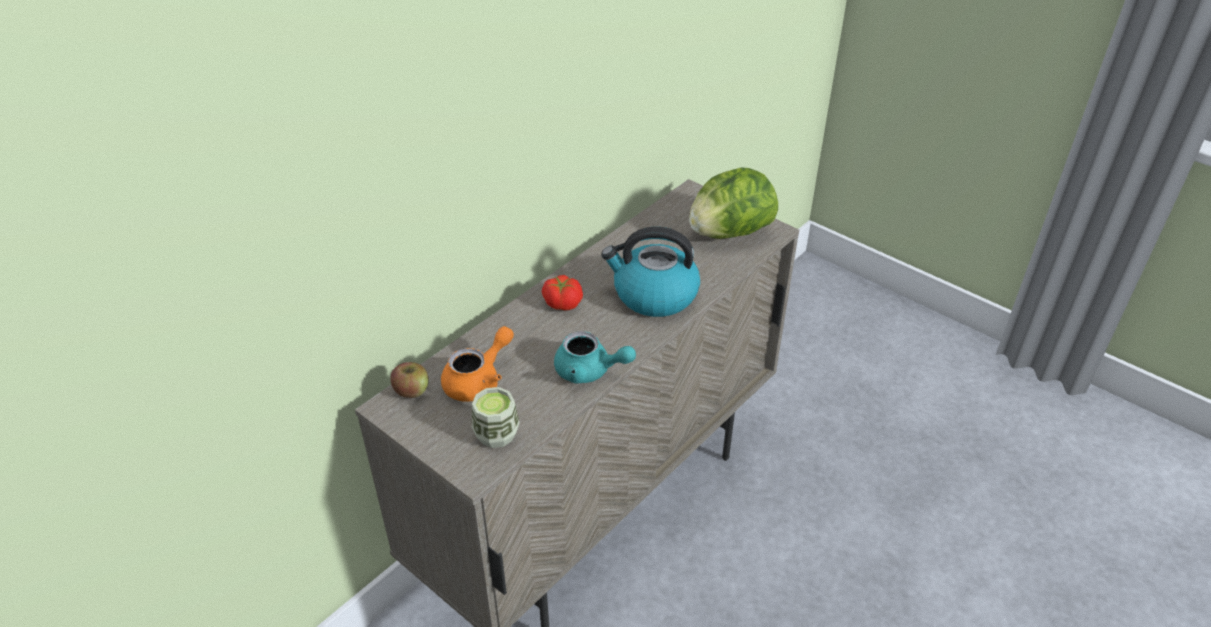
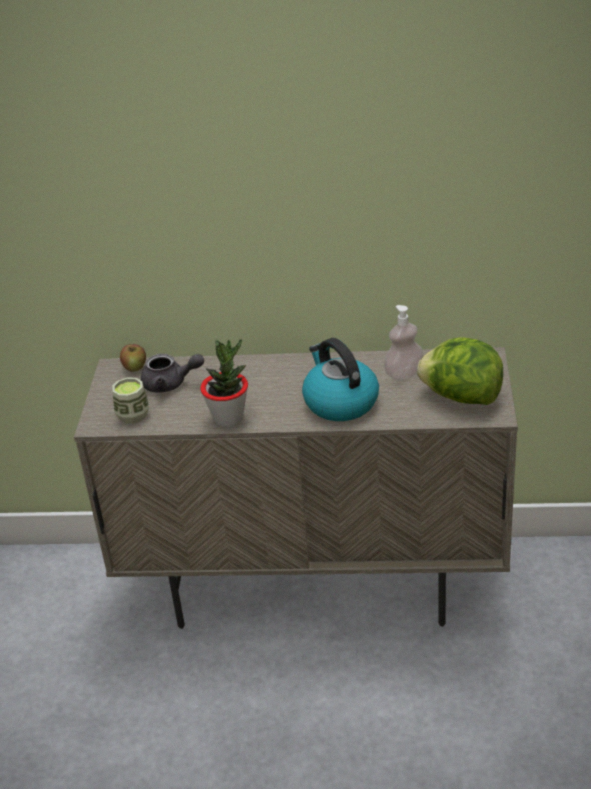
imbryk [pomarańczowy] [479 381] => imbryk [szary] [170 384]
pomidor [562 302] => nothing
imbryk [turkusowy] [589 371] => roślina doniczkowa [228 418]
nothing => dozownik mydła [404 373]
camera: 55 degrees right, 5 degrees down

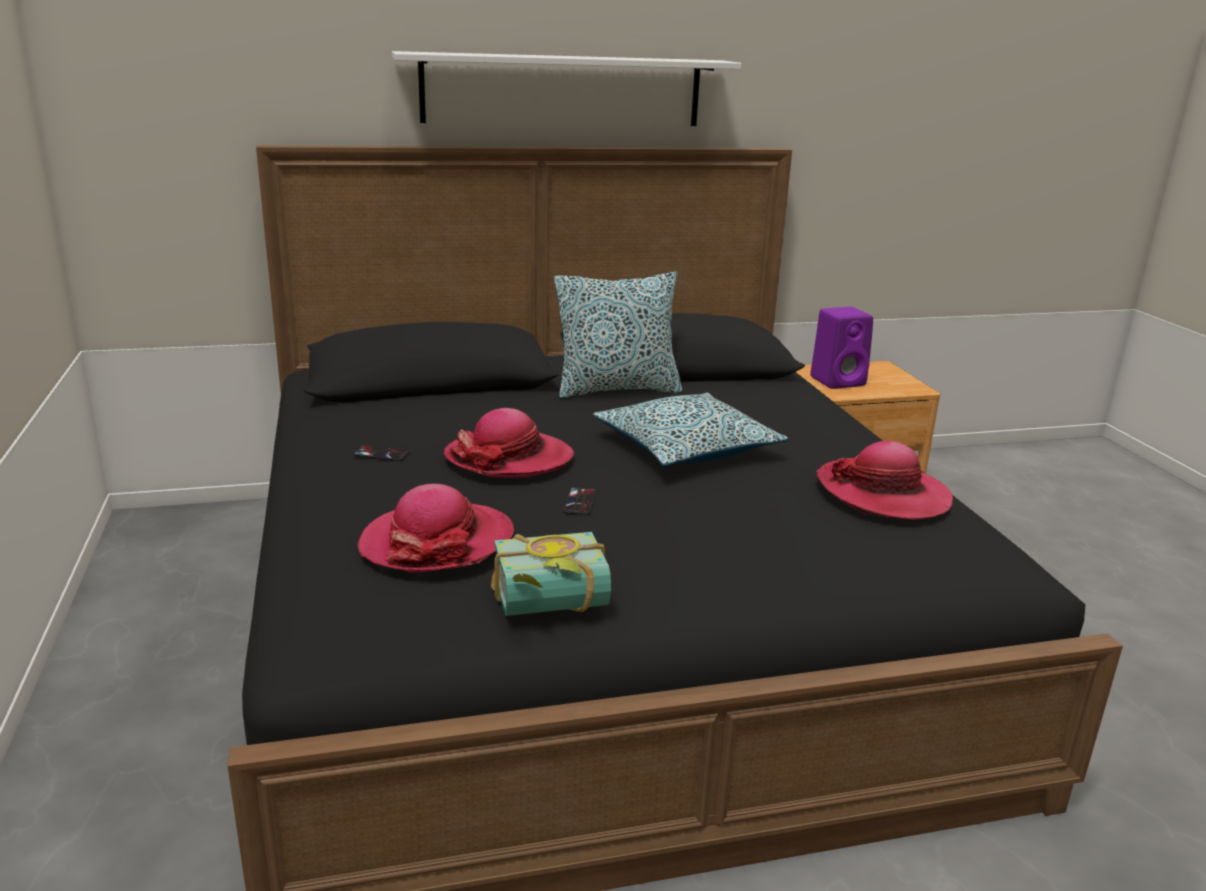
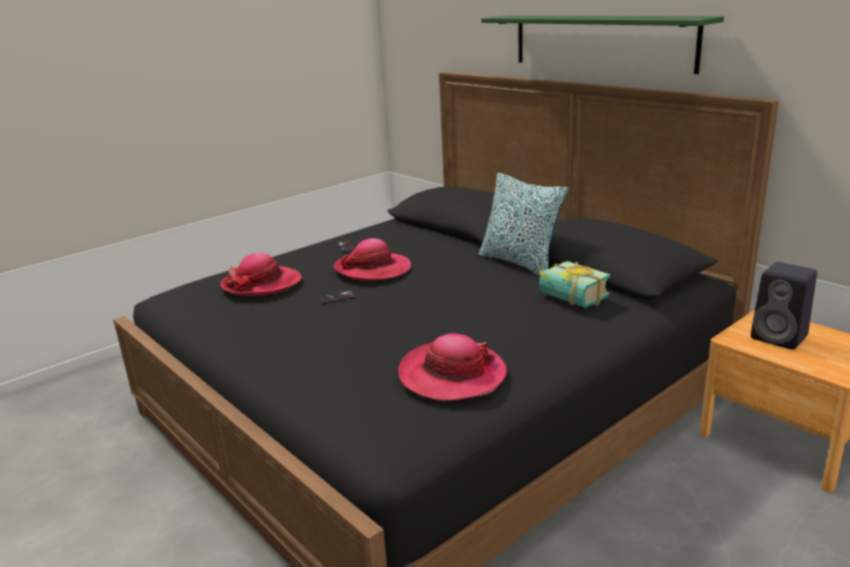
półka [biały] [563 90] => półka [zielony] [600 41]
książka [552 606] => książka [569 300], shifted
poduszka [686 448] => nothing
głośnik [fioletowy] [839 381] => głośnik [czarny] [781 337]
camera: 65 degrees right, 0 degrees up

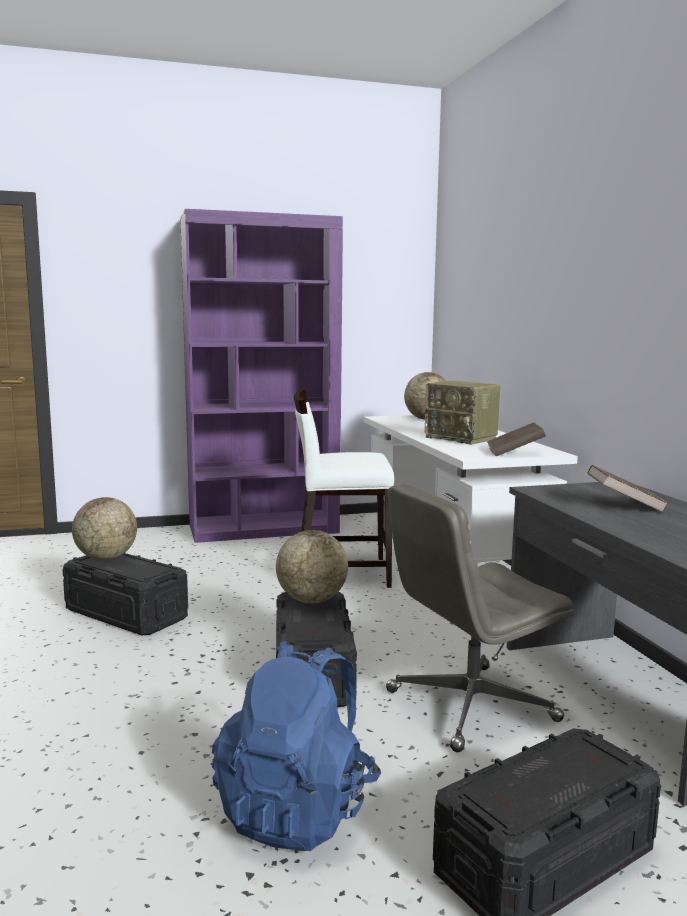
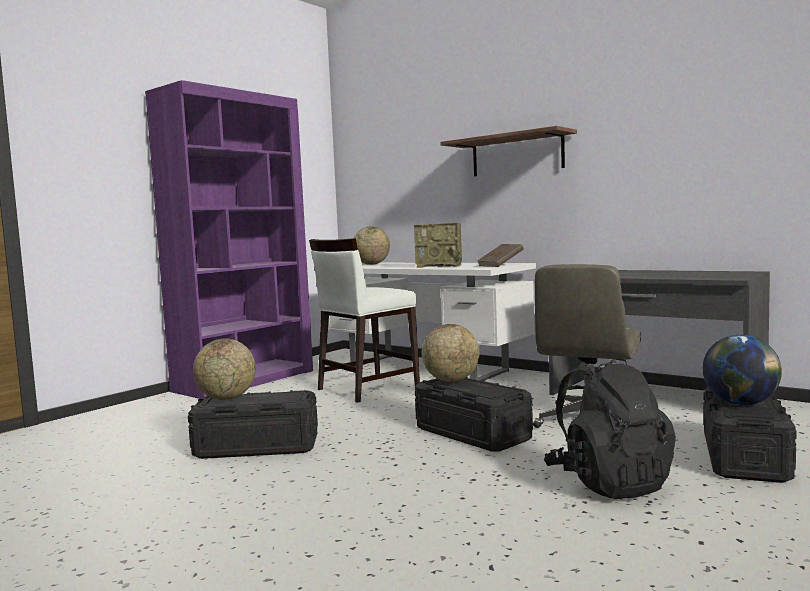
plecak [niebieski] [298 809] => plecak [czarny] [608 483]
książka [brązowy] [624 505] => nothing
nothing => półka [517 155]
nothing => globus [741 403]
camera: 35 degrees left, 5 degrees down

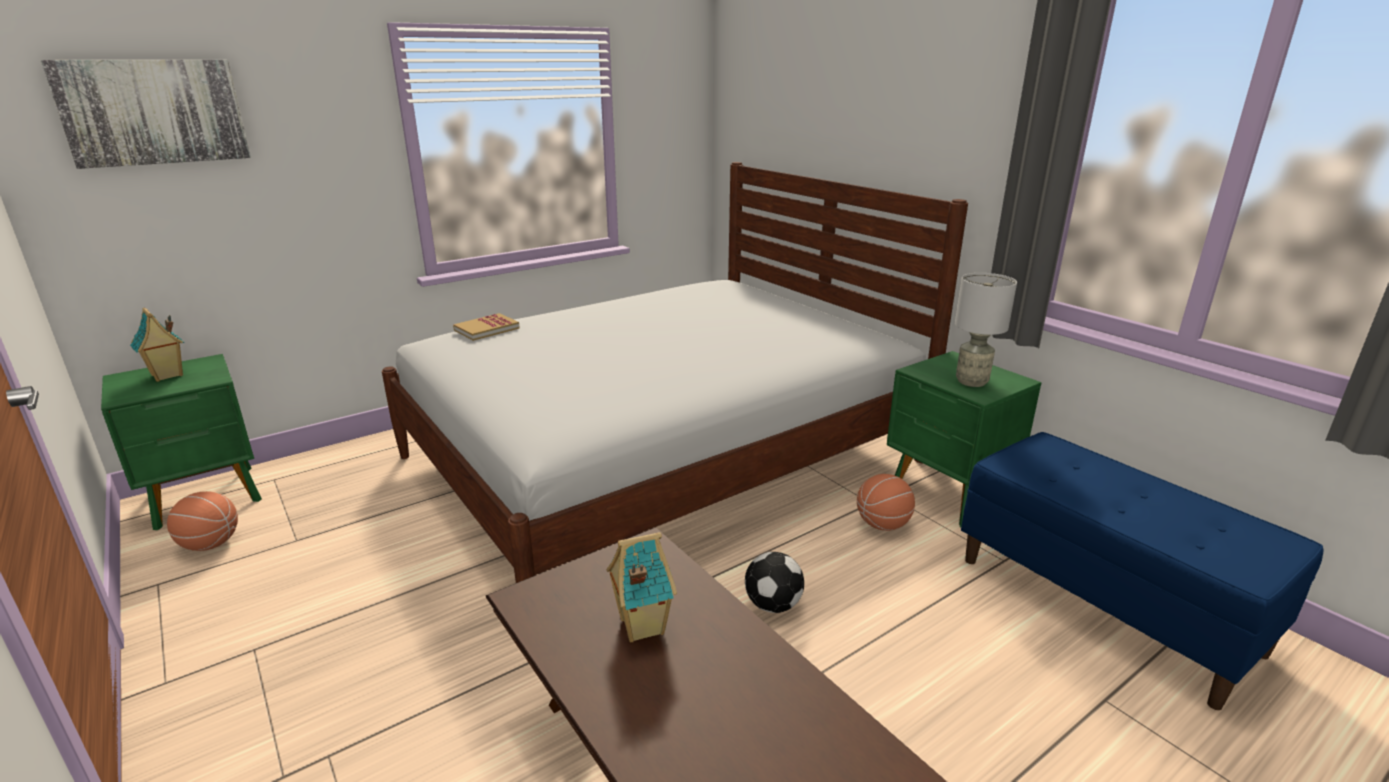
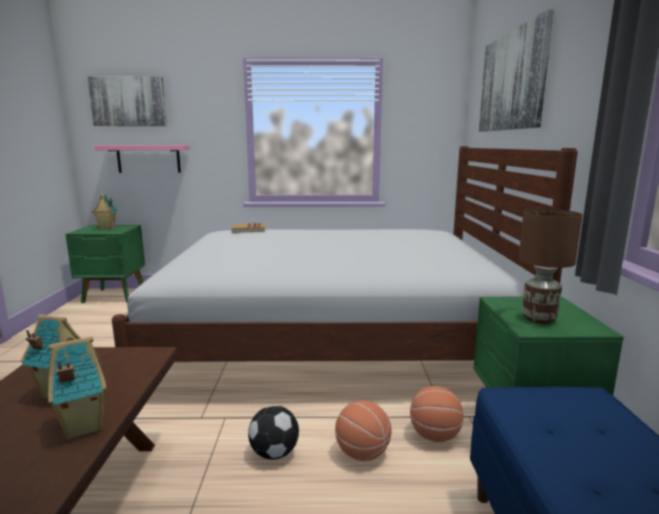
piłka do koszykówki [210 544] => piłka do koszykówki [362 453], shifted
lampa stołowa [szary] [972 382] => lampa stołowa [brązowy] [539 319]
nothing => domek [82 426]
nothing => półka [różowy] [148 158]
nothing => obraz [512 81]
camera: 35 degrees right, 10 degrees down

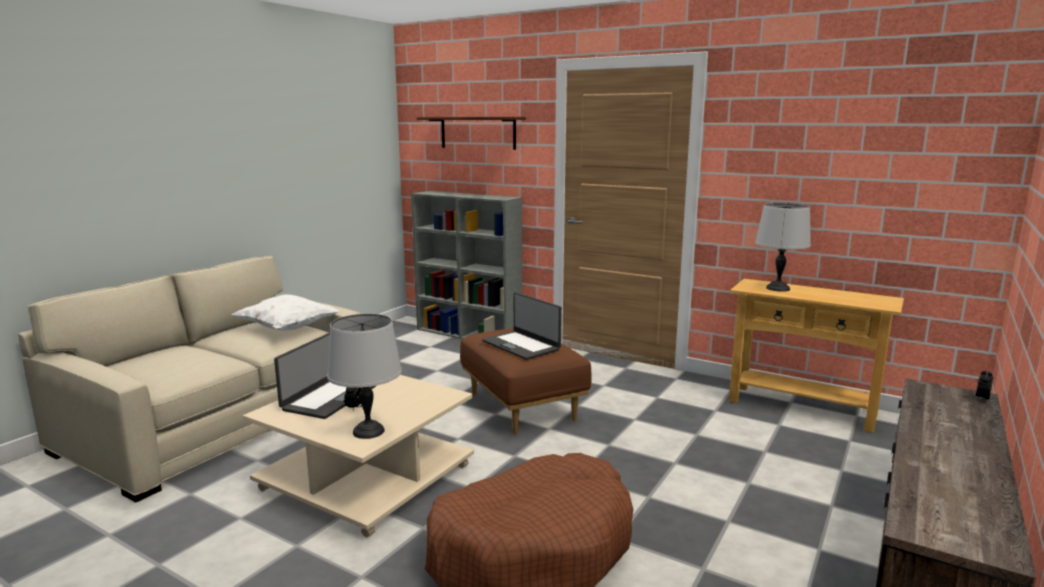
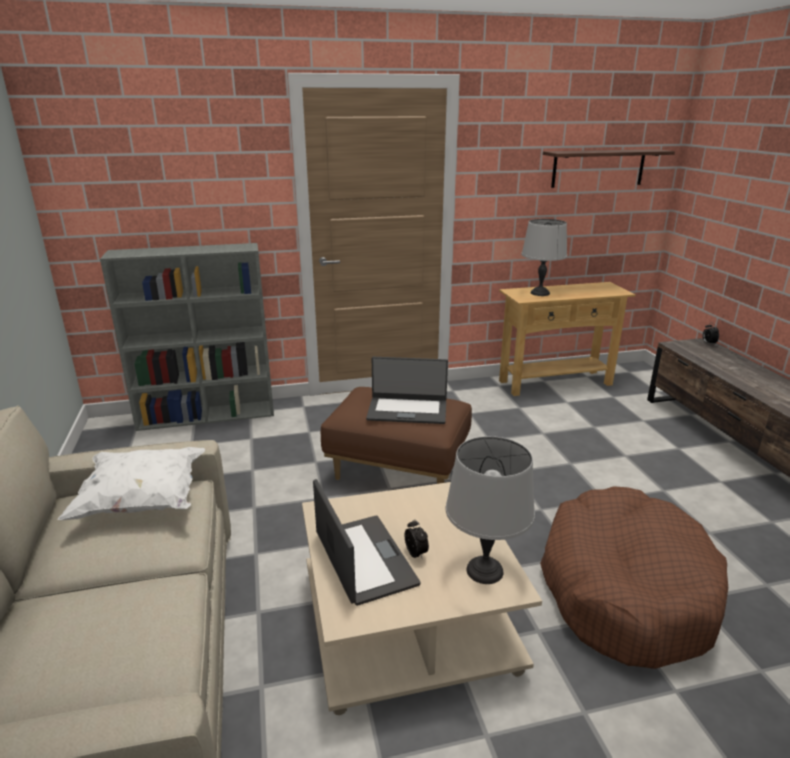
półka [477 132] => półka [598 168], shifted
camera: 45 degrees left, 10 degrees up

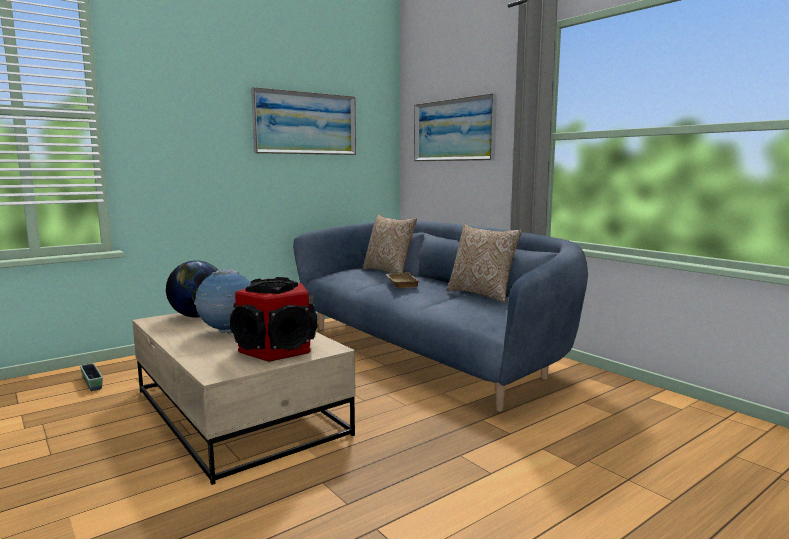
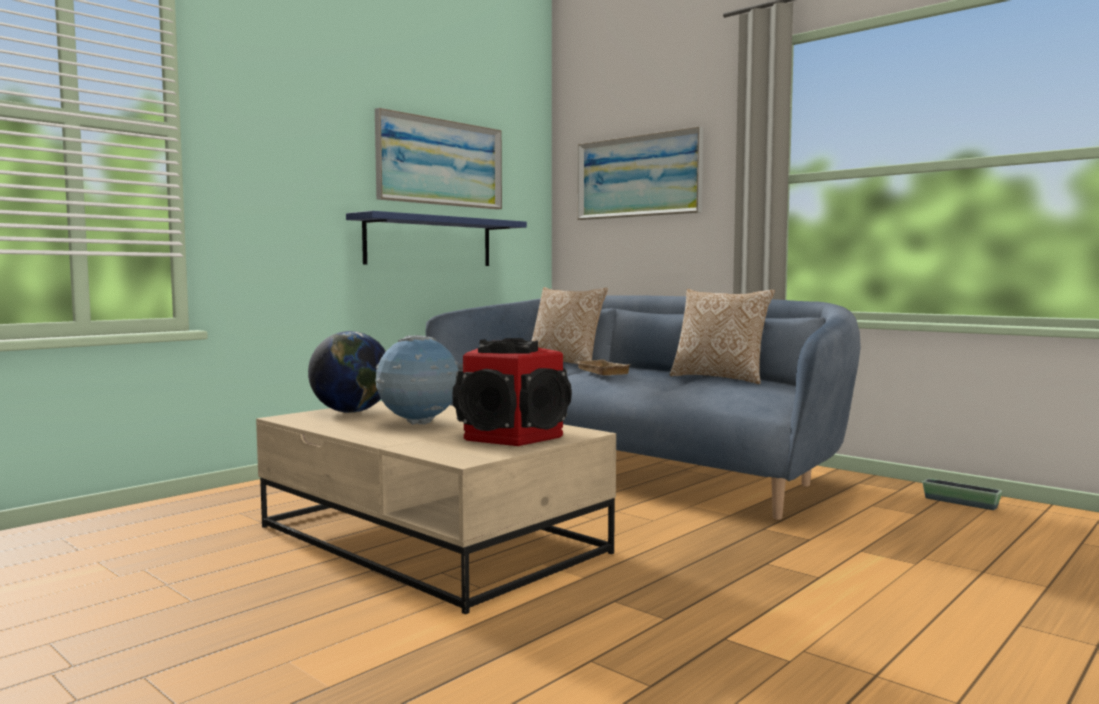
donica [92 383] => donica [960 503], shifted
nothing => półka [niebieski] [429 242]
camera: 10 degrees left, 5 degrees down

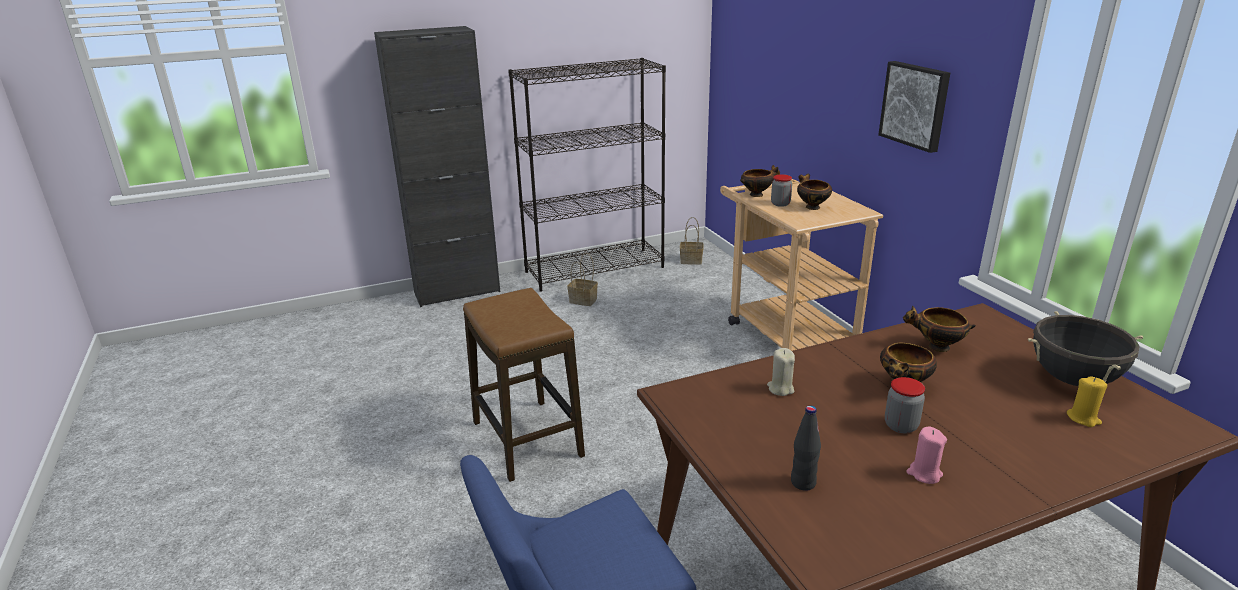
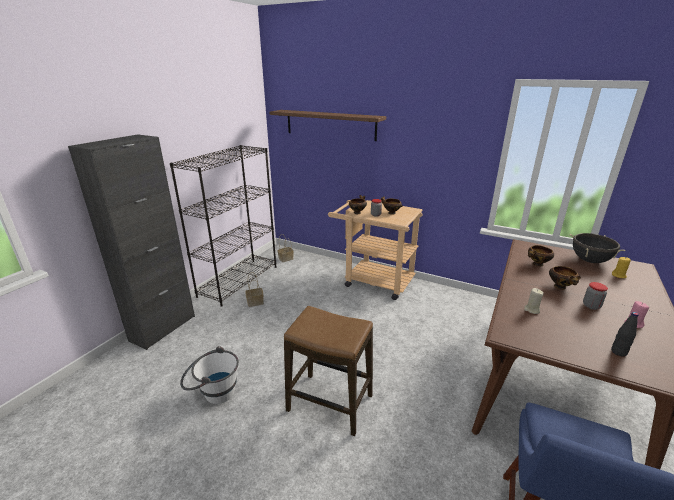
obraz [915 105] => nothing
nothing => wiadro [biały] [213 393]
nothing => półka [brązowy] [330 124]
camera: 40 degrees left, 0 degrees up

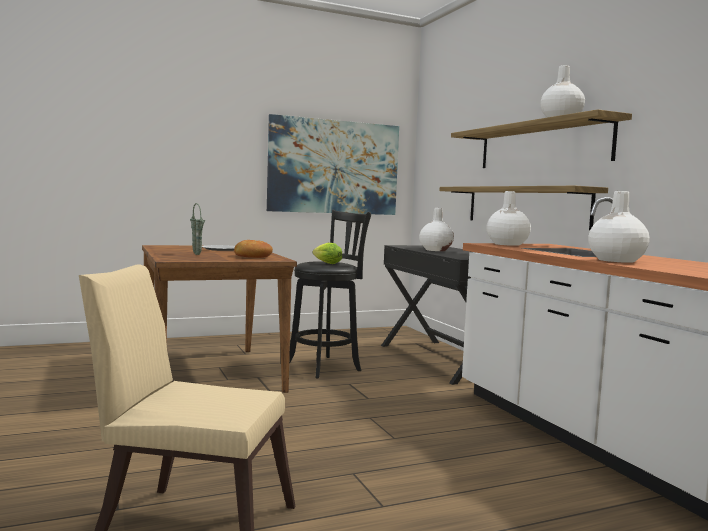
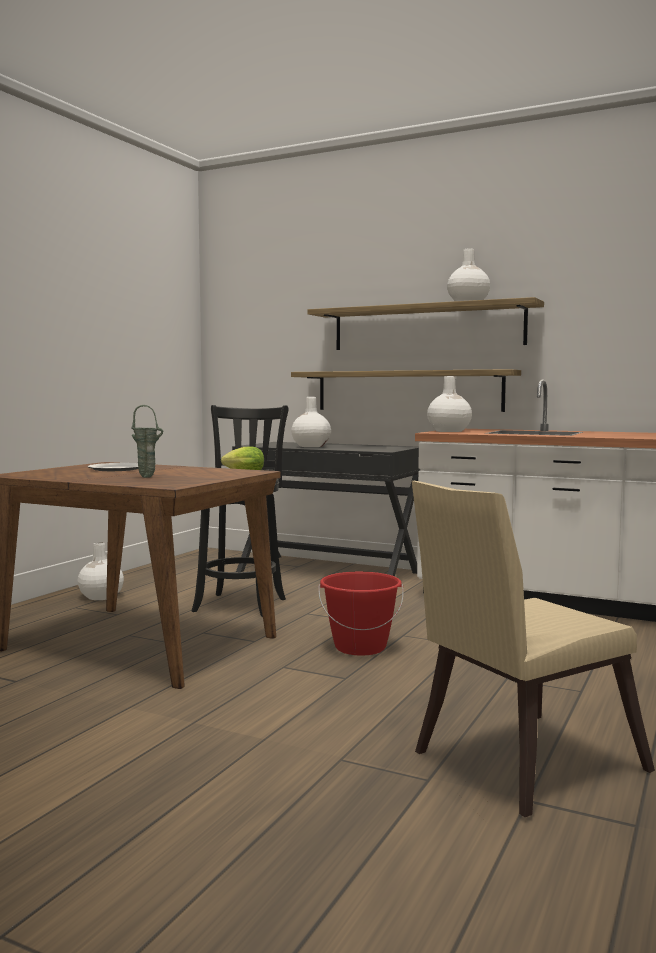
chleb [253 256] => nothing
obraz [334 167] => nothing
wazon [biały] [615 260] => wazon [biały] [100 597], shifted
nothing => wiadro [czerwony] [360 647]
camera: 40 degrees left, 0 degrees up

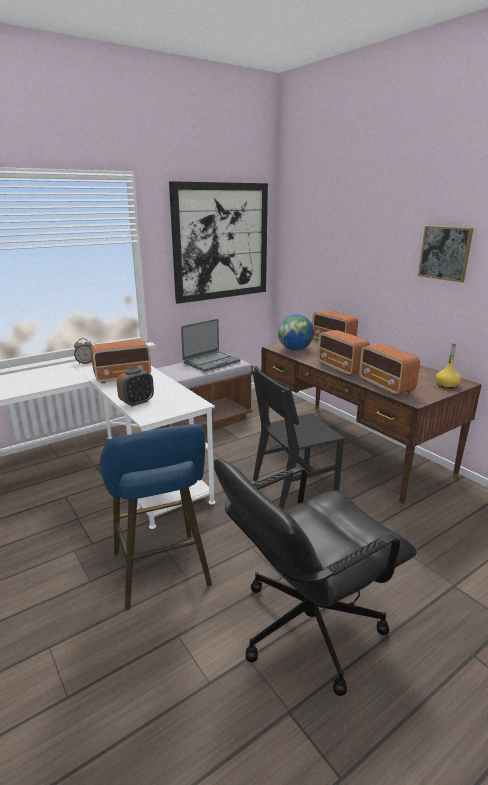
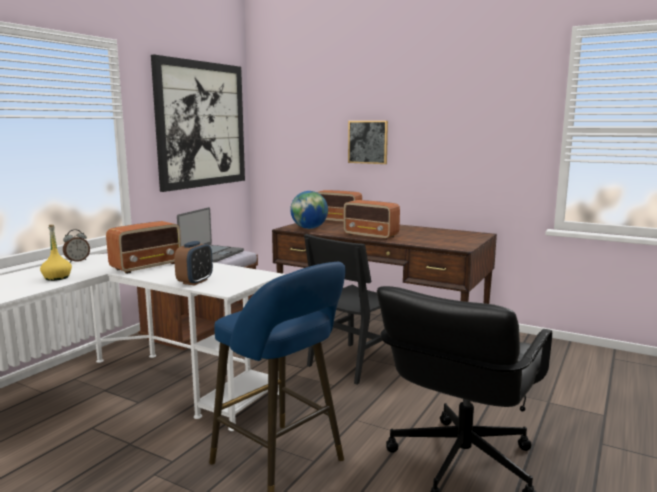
radio [386 386] => nothing
obraz [445 253] => obraz [368 142], shifted
butelka [żółty] [446 385] => butelka [żółty] [57 277], shifted
camera: 25 degrees left, 10 degrees down

